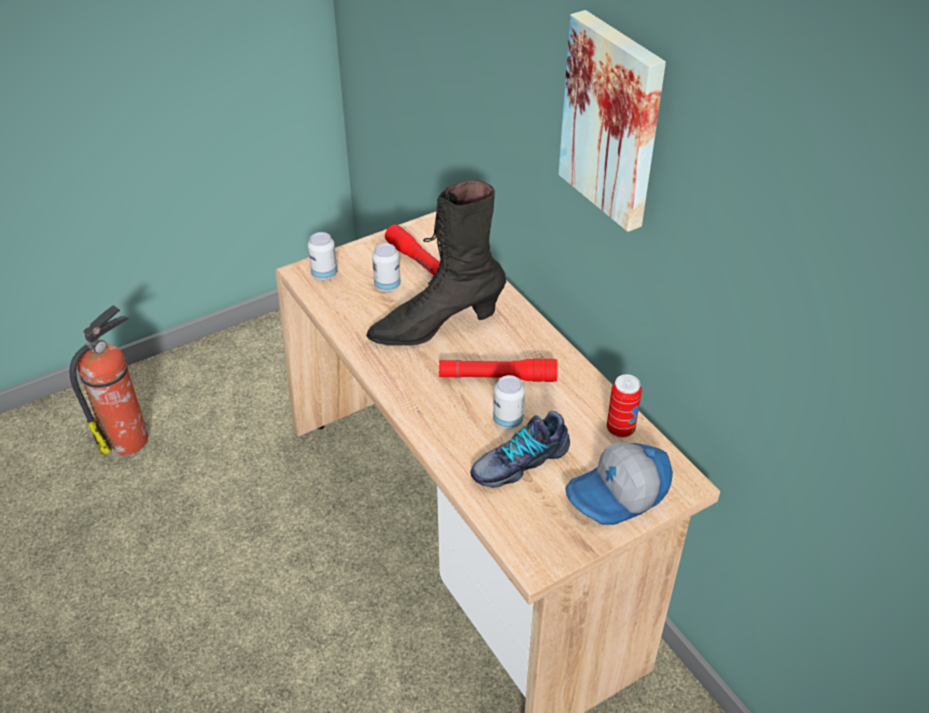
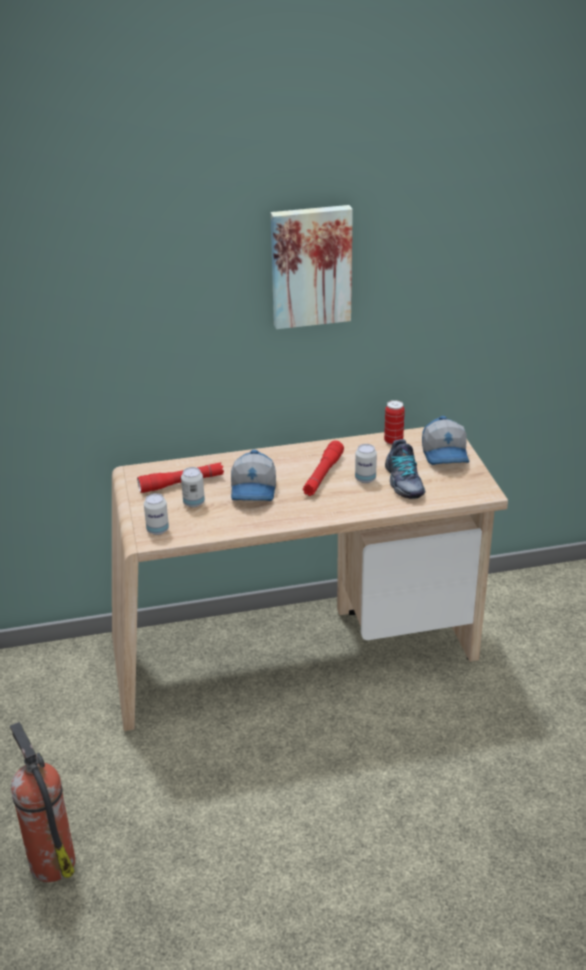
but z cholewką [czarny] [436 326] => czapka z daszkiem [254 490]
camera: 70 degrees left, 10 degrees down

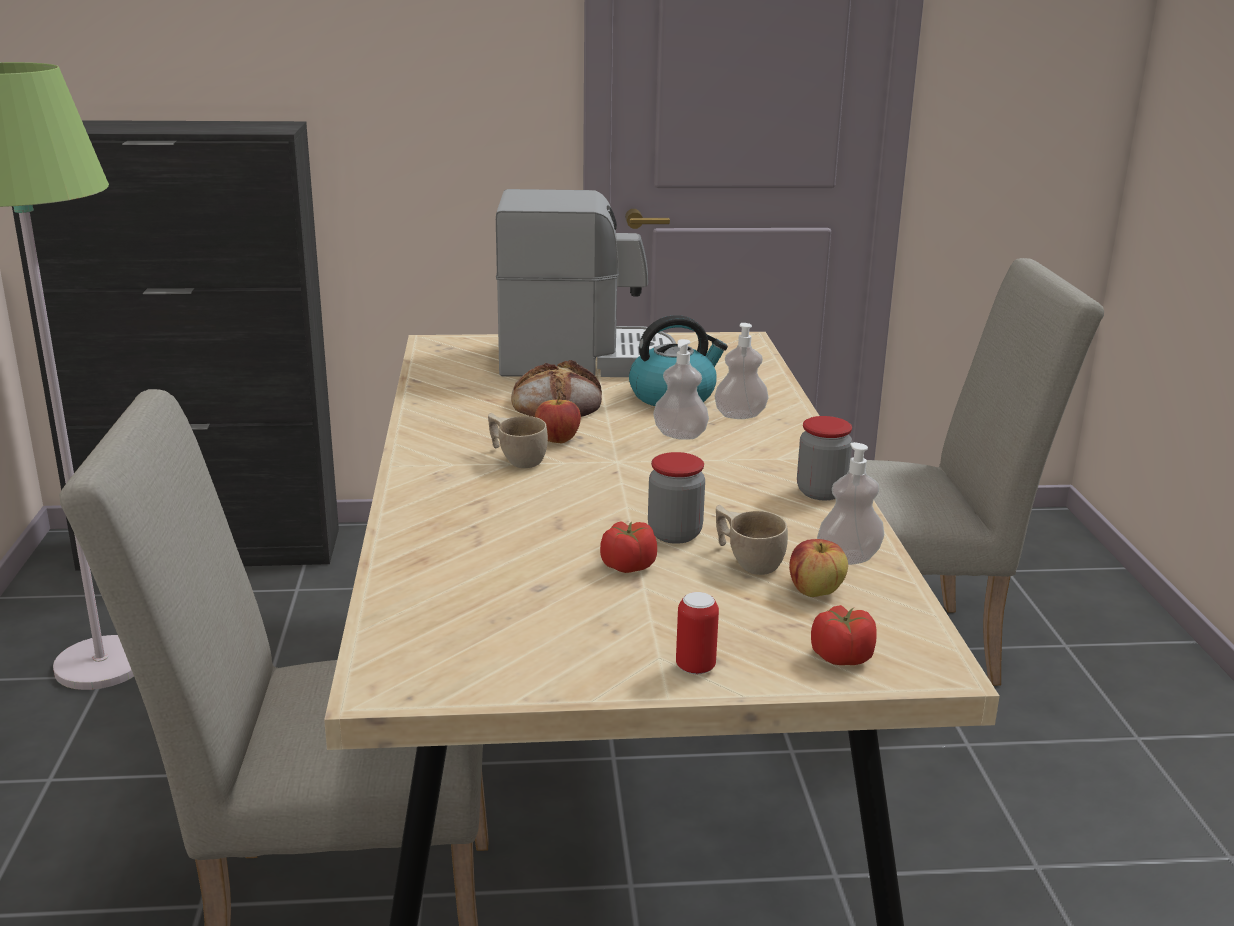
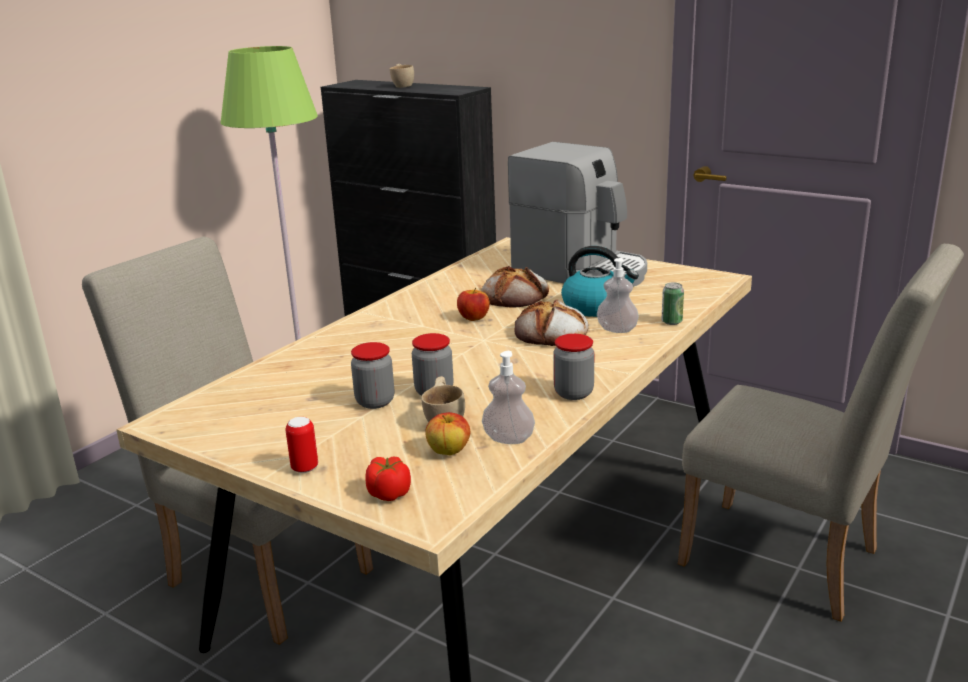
filiżanka [beżowy] [516 458] => filiżanka [beżowy] [403 85], shifted
pomidor [628 566] => słoik [375 401]
dozownik mydła [680 435] => chleb [552 333]
nothing => puszka [671 322]
camera: 40 degrees right, 0 degrees up

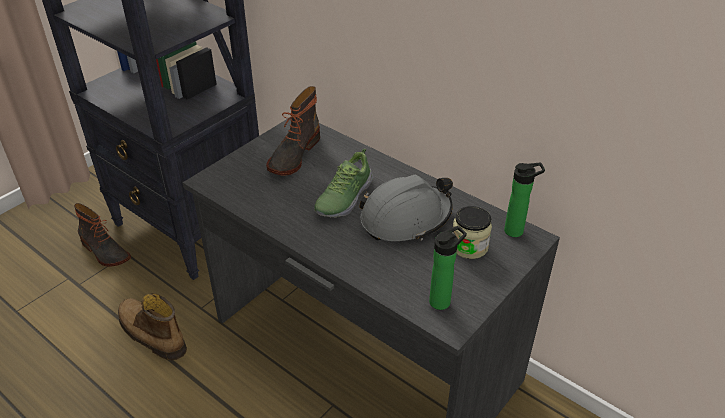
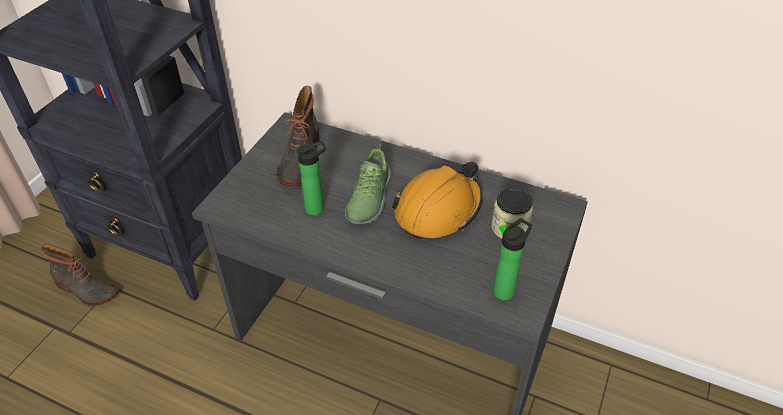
but z cholewką [151 335] => nothing
kask [szary] [406 218] => kask [pomarańczowy] [438 210]
butelka [516 231] => butelka [317 208], shifted
camera: 15 degrees left, 5 degrees up

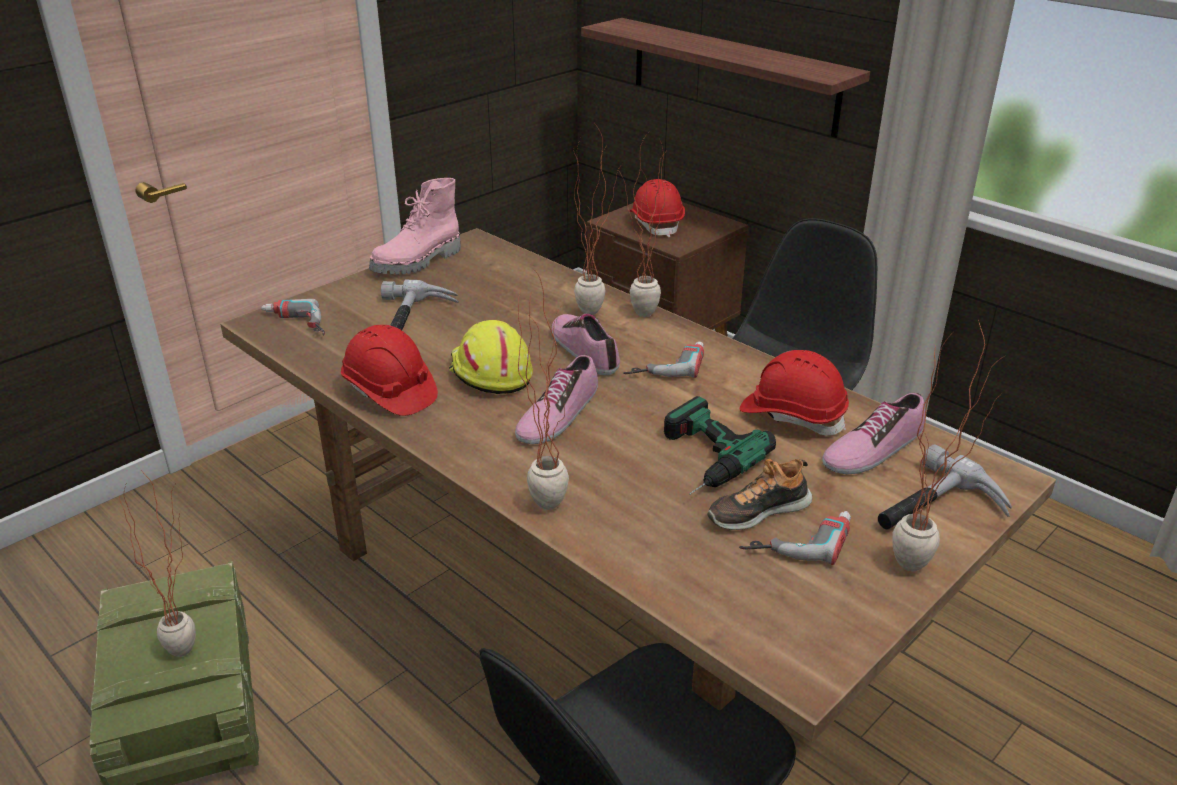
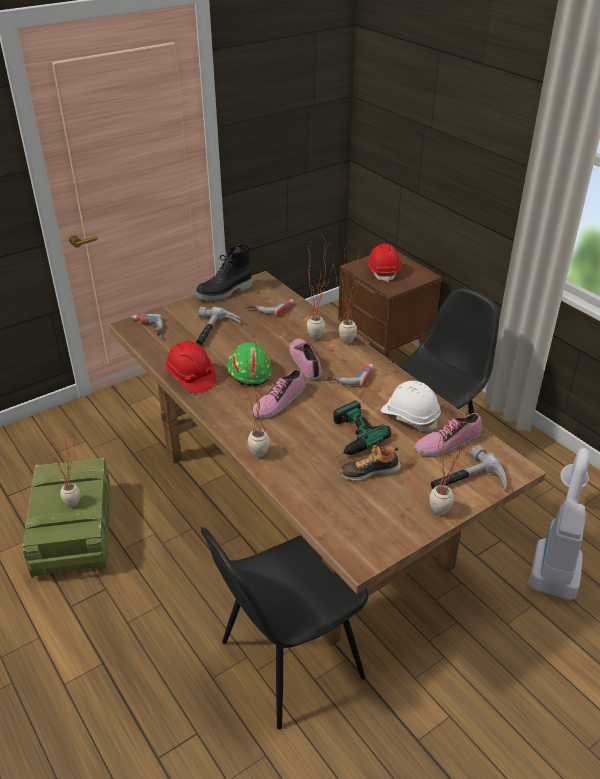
but z cholewką [różowy] [418 262] => but z cholewką [czarny] [225 293]
kask [żółty] [489 373] => kask [zielony] [248 371]
półka [732 75] => nothing
wiertarka [797 538] => wiertarka [270 307], shifted
kask [czerwony] [792 415] => kask [biały] [410 416]
nothing => odkurzacz [557 554]
camera: 10 degrees right, 5 degrees up

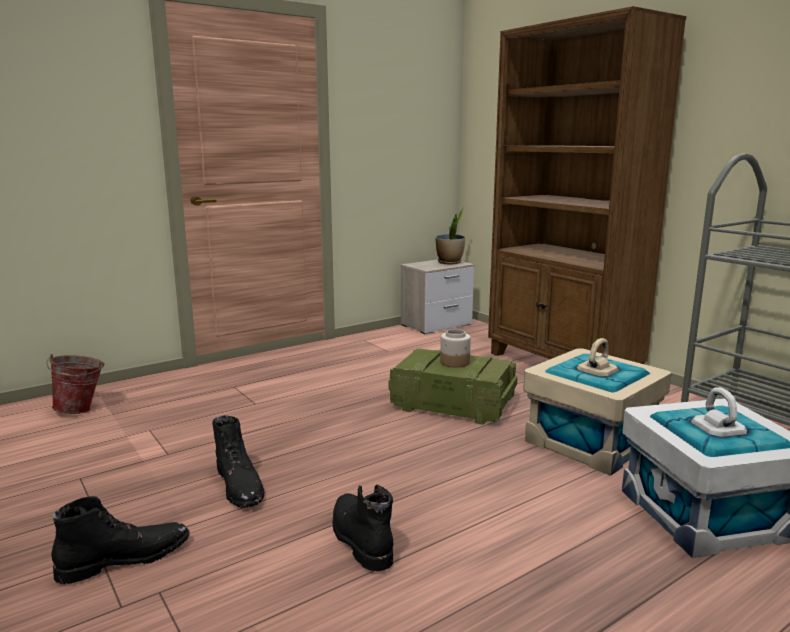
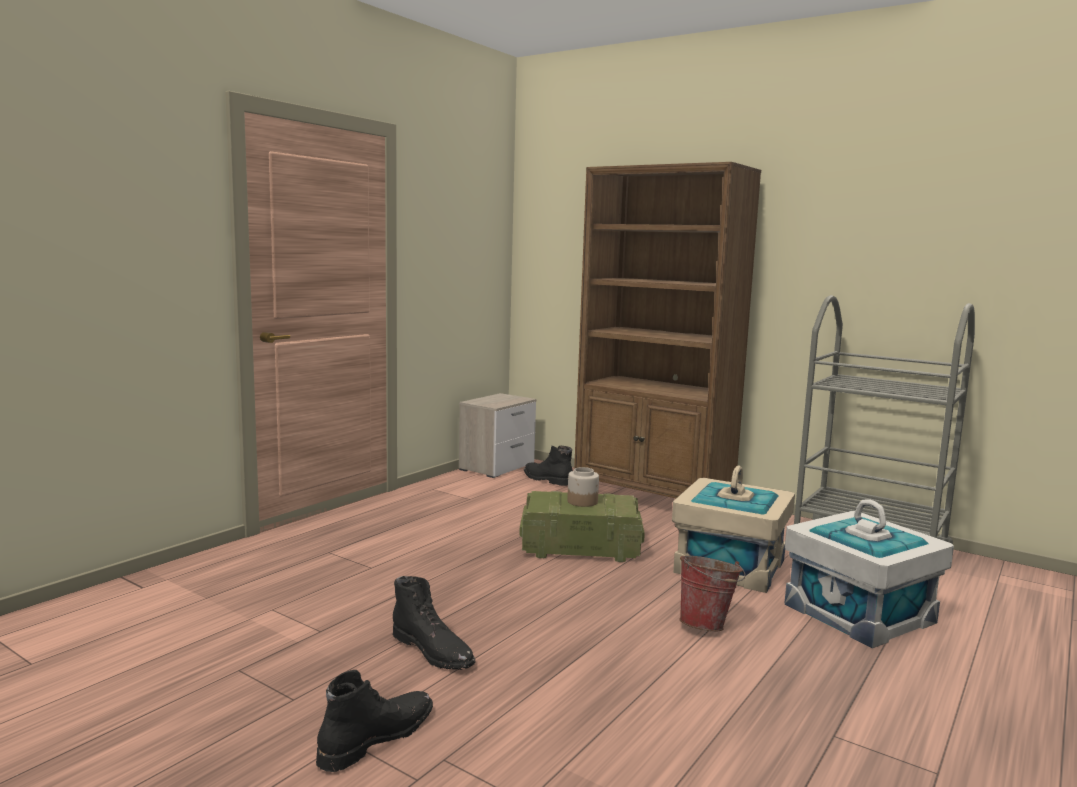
wiadro [82 410] => wiadro [707 625], shifted
but z cholewką [czarny] [359 537] => but z cholewką [czarny] [546 479], shifted
roślina doniczkowa [450 262] => nothing
camera: 20 degrees left, 5 degrees down

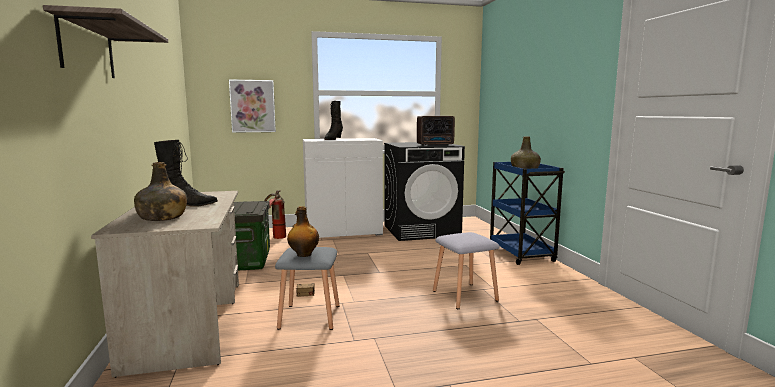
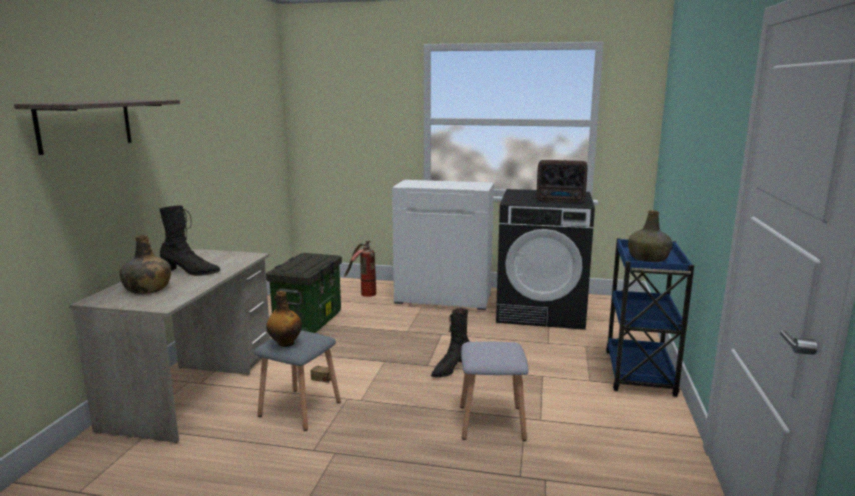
obraz [252 106] => nothing
but z cholewką [czarny] [333 139] => but z cholewką [czarny] [450 369], shifted
camera: 25 degrees right, 5 degrees up

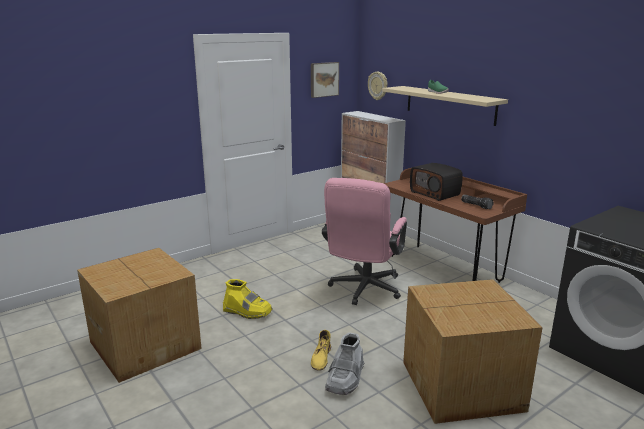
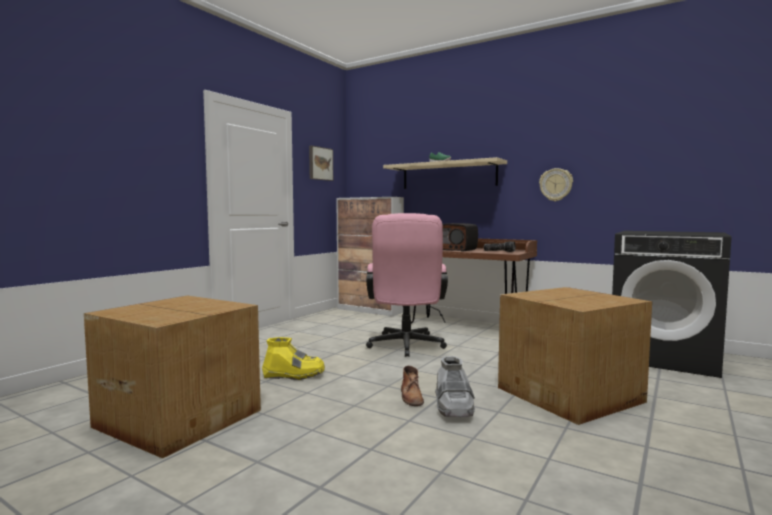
but z cholewką [żółty] [321 358] => but z cholewką [brązowy] [411 397]
zegar ścienny [378 85] => zegar ścienny [556 184], shifted
camera: 20 degrees left, 15 degrees down

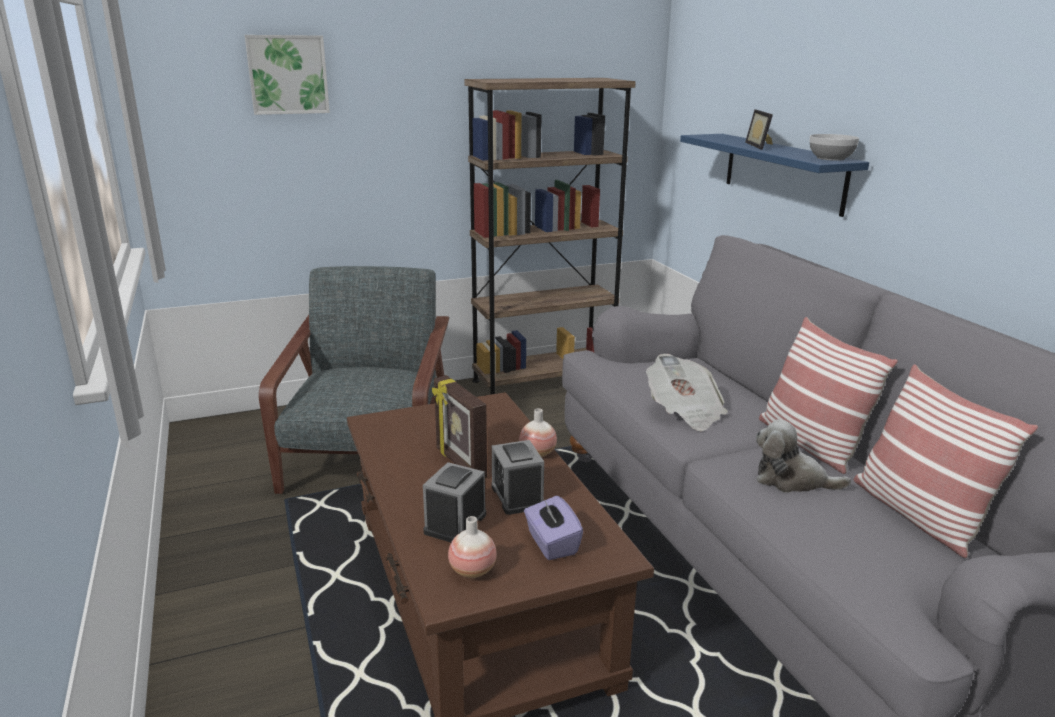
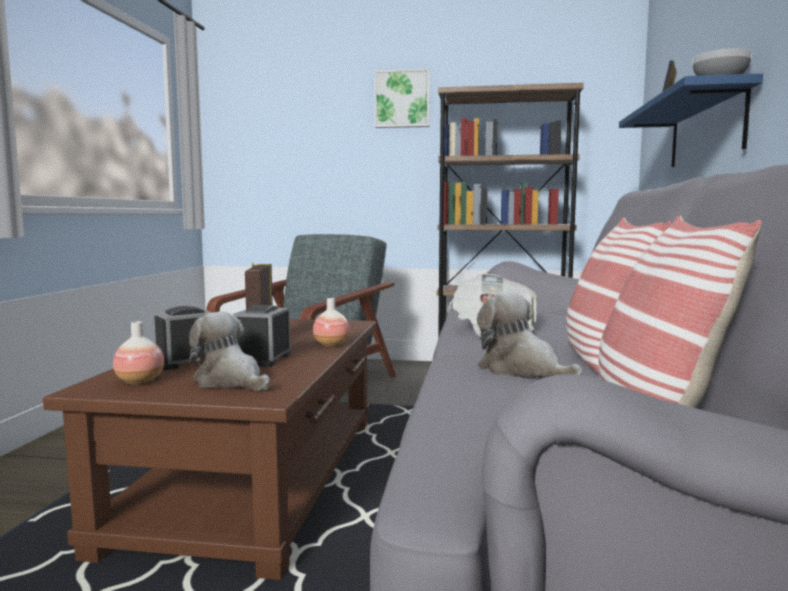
obraz [287 74] => obraz [402 99], shifted
pudełko chusteczek [fioletowy] [551 543] => pluszak [230 382]
camera: 30 degrees right, 15 degrees down

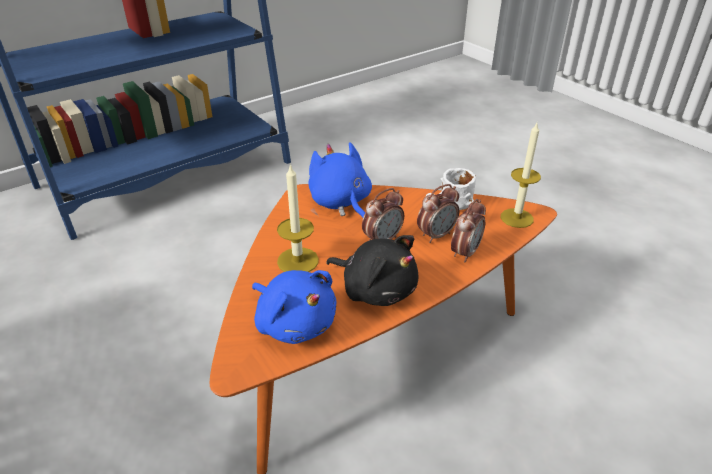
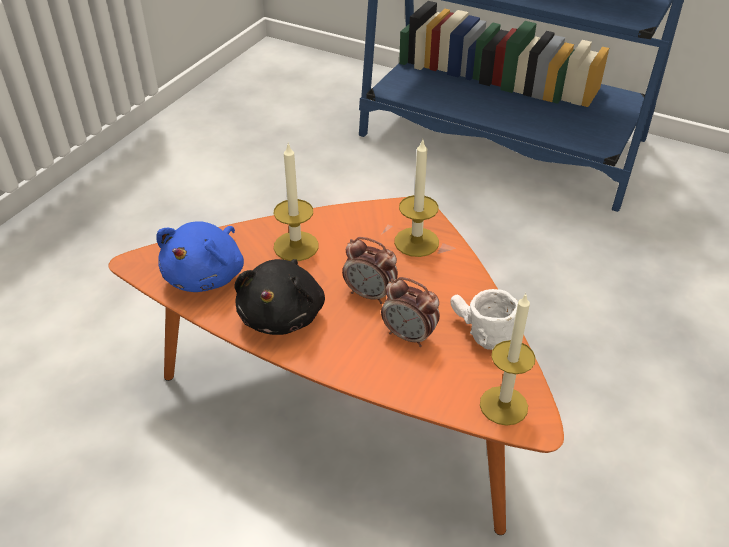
pluszak [niebieski] [341 203] => świeca [416 242]
budzik [465 253] => nothing
camera: 65 degrees right, 5 degrees up

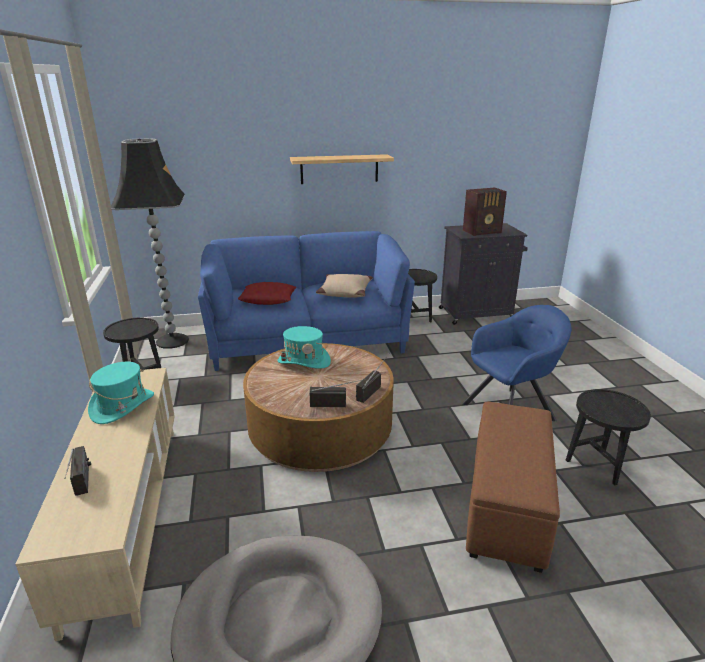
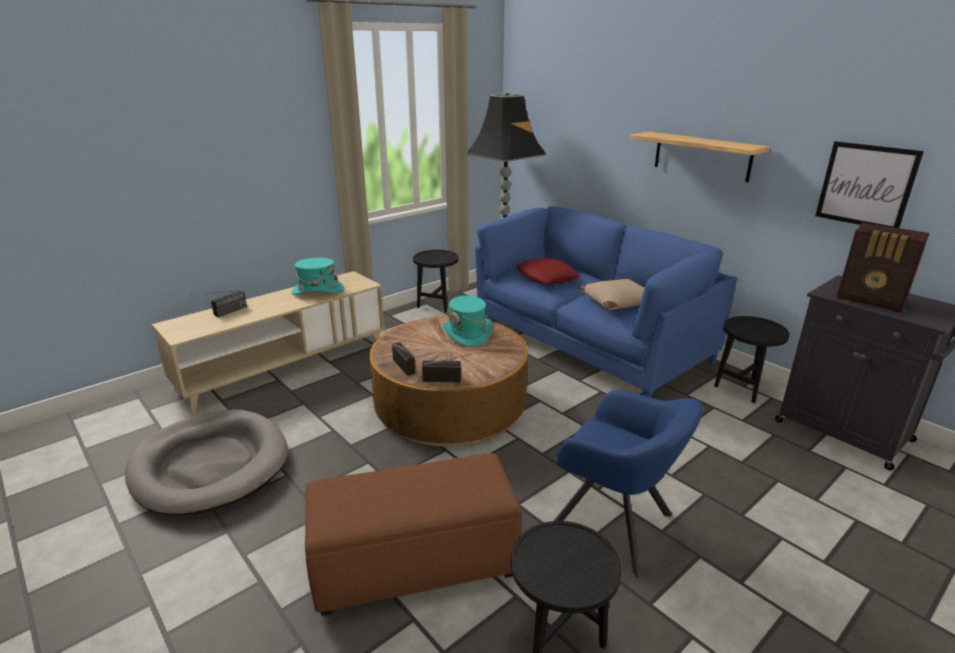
nothing => obraz [866 185]
camera: 60 degrees right, 0 degrees up

